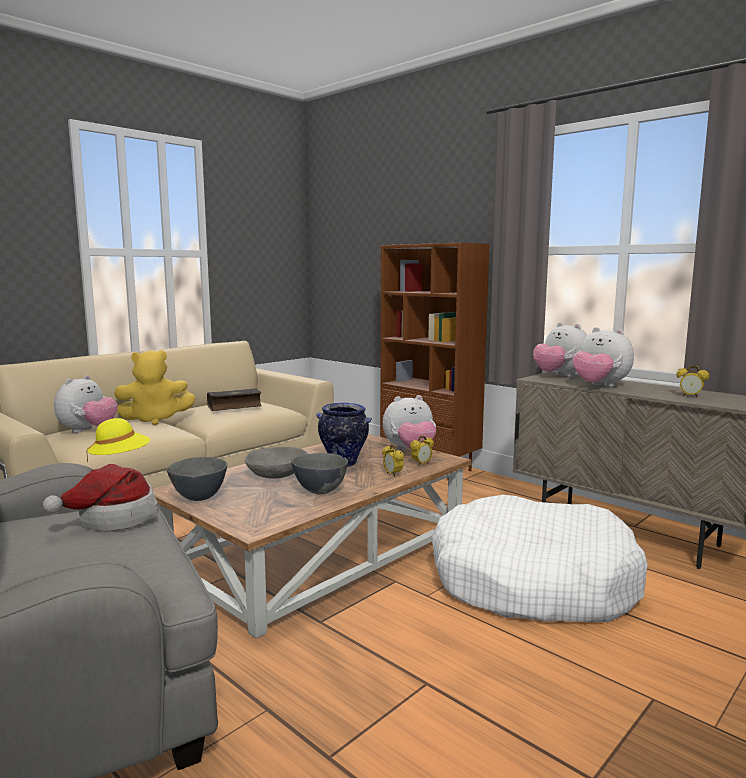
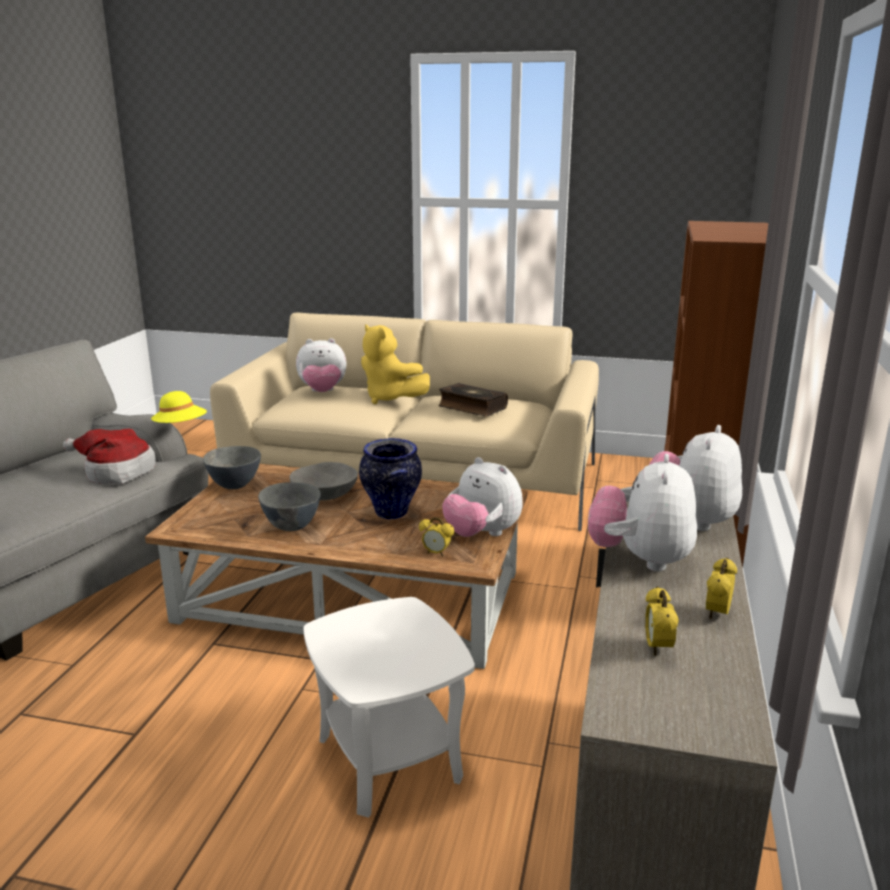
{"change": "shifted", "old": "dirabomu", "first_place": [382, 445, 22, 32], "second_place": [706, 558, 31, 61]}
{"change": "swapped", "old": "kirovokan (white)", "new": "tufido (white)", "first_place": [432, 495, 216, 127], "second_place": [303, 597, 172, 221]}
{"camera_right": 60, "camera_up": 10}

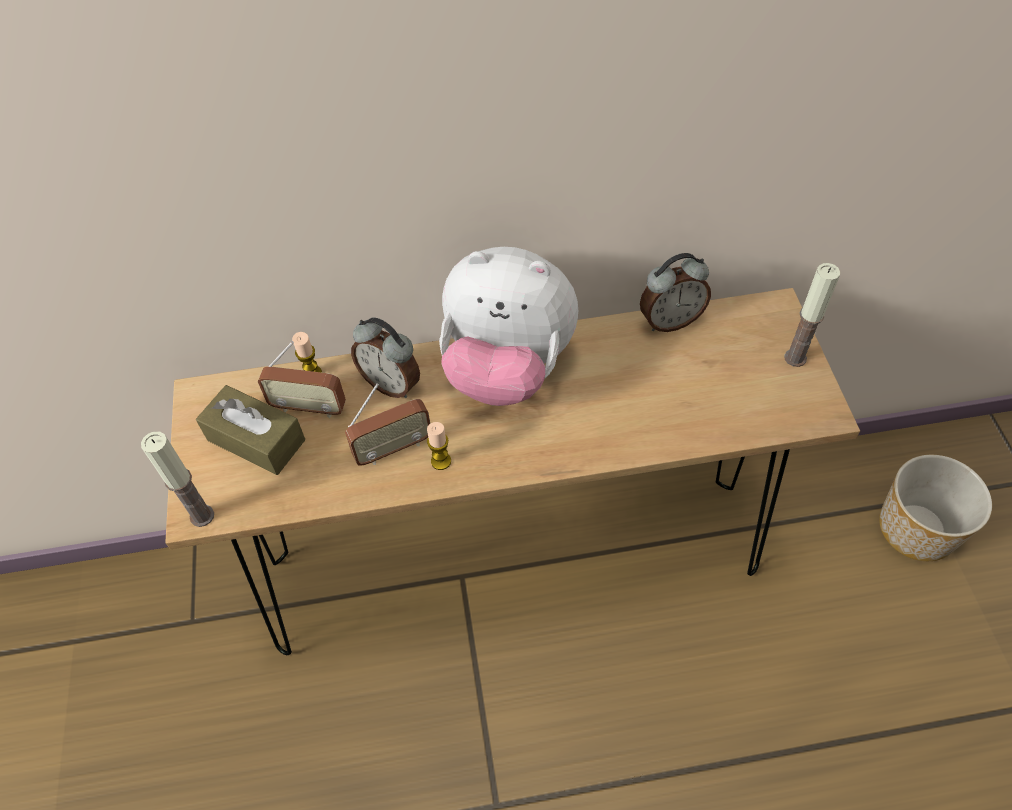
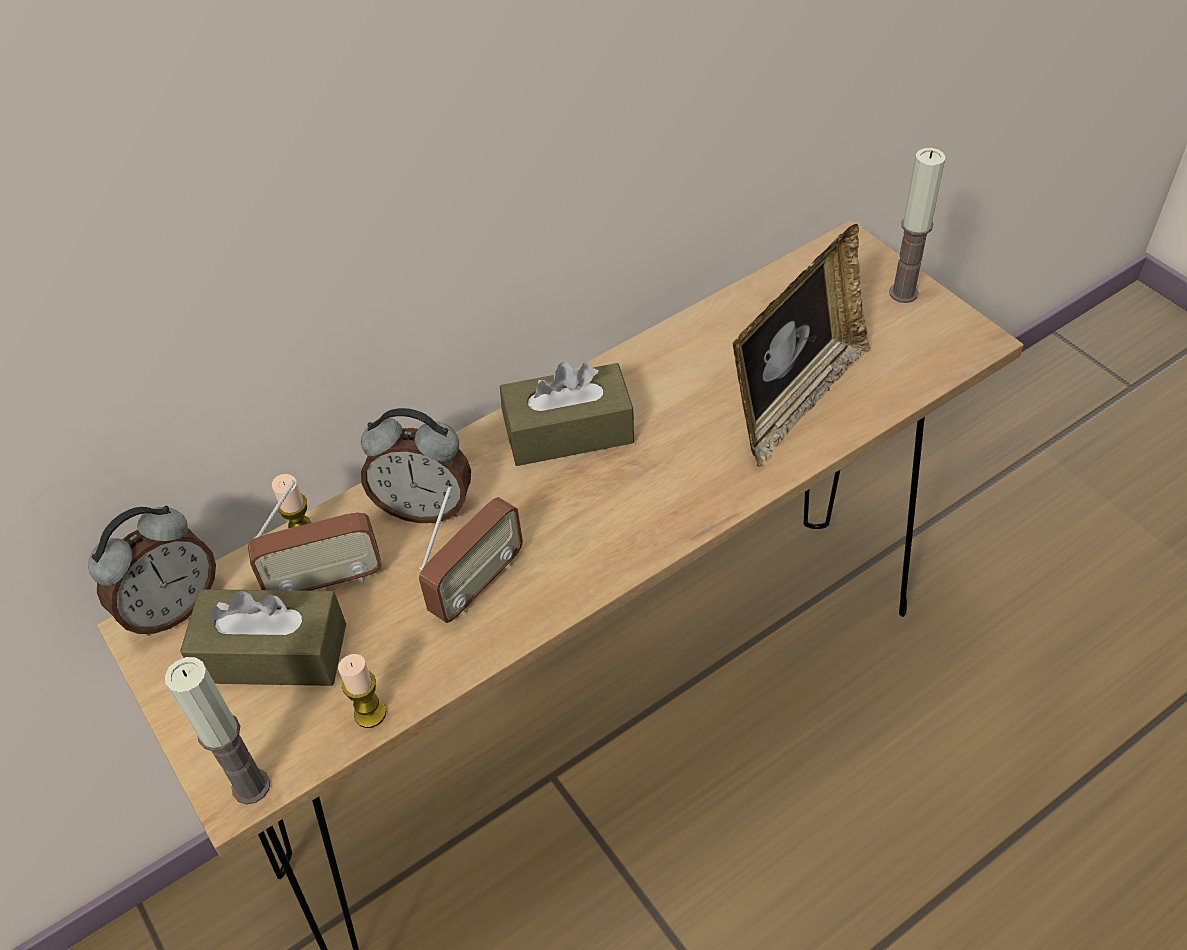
{"change": "swapped", "old": "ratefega", "new": "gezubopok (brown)", "first_place": [439, 247, 139, 159], "second_place": [500, 362, 134, 104]}
{"change": "shifted", "old": "dirabomu", "first_place": [640, 253, 71, 79], "second_place": [88, 506, 128, 129]}
{"change": "shifted", "old": "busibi", "first_place": [427, 422, 24, 48], "second_place": [338, 654, 48, 74]}
{"change": "gone", "old": "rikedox", "first_place": [879, 455, 113, 106]}
{"change": "new", "new": "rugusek", "second_place": [732, 224, 139, 243]}
{"camera_right": -25, "camera_up": -5}

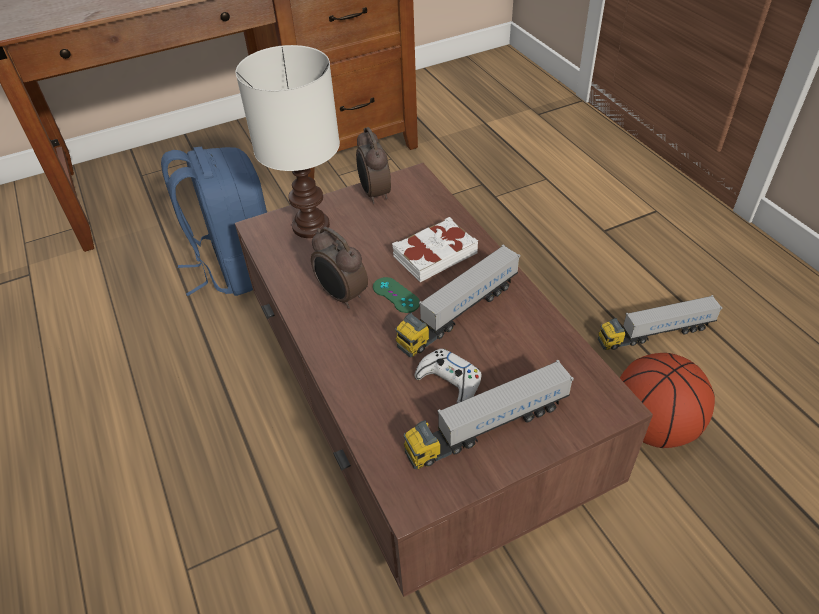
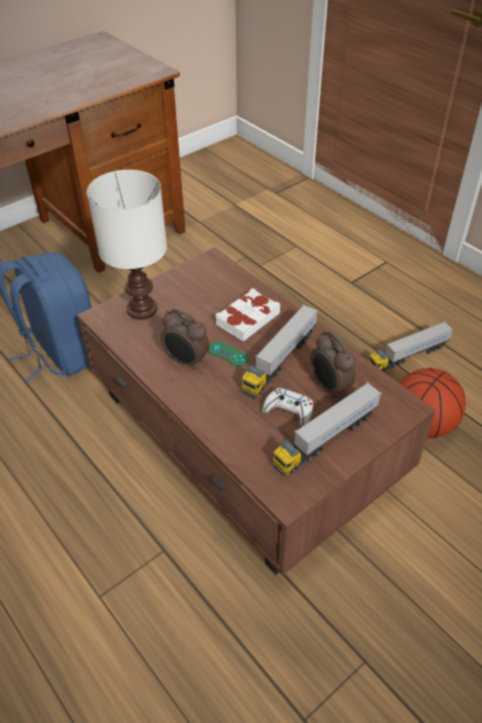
{"change": "shifted", "old": "dirabomu", "first_place": [356, 127, 35, 77], "second_place": [311, 331, 45, 67]}
{"camera_right": -15, "camera_up": 0}

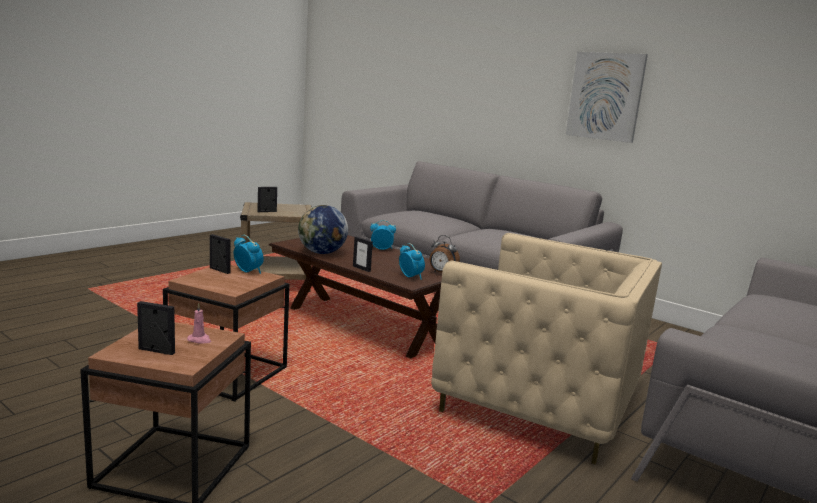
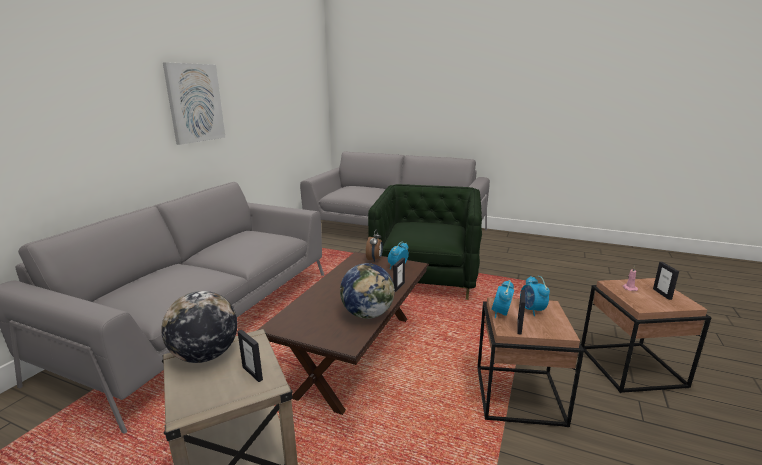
{"change": "shifted", "old": "dirabomu", "first_place": [370, 220, 26, 30], "second_place": [520, 276, 30, 40]}
{"change": "repainted", "old": "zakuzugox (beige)", "new": "zakuzugox (green)", "first_place": [431, 233, 231, 232], "second_place": [368, 184, 114, 116]}
{"change": "new", "new": "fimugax", "second_place": [161, 291, 77, 72]}
{"camera_right": -105, "camera_up": 5}

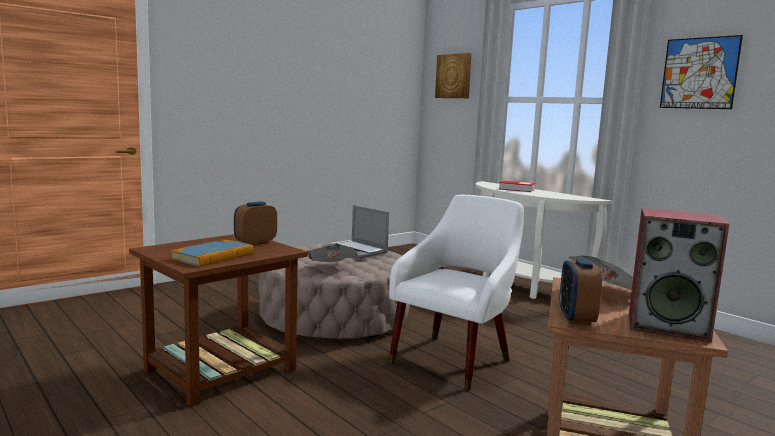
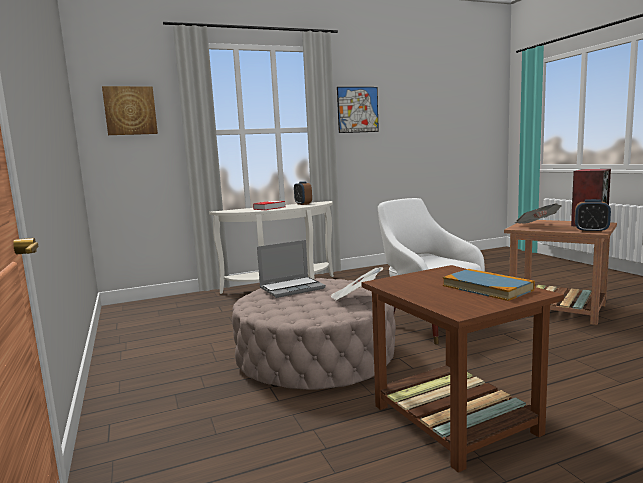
{"change": "shifted", "old": "dirabomu", "first_place": [234, 202, 43, 43], "second_place": [294, 181, 18, 24]}
{"camera_right": -70, "camera_up": 0}

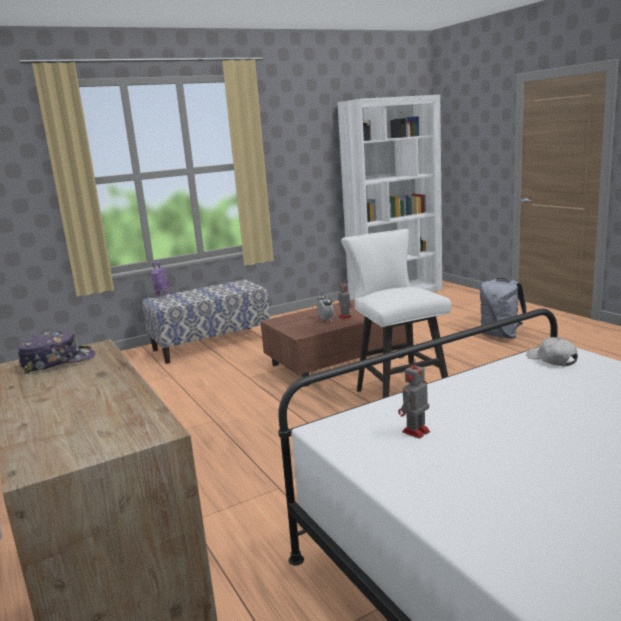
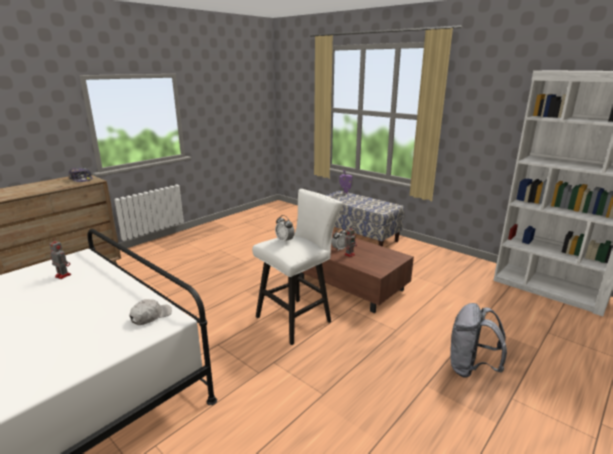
{"change": "new", "new": "dirabomu", "second_place": [275, 215, 20, 29]}
{"camera_right": 70, "camera_up": 5}

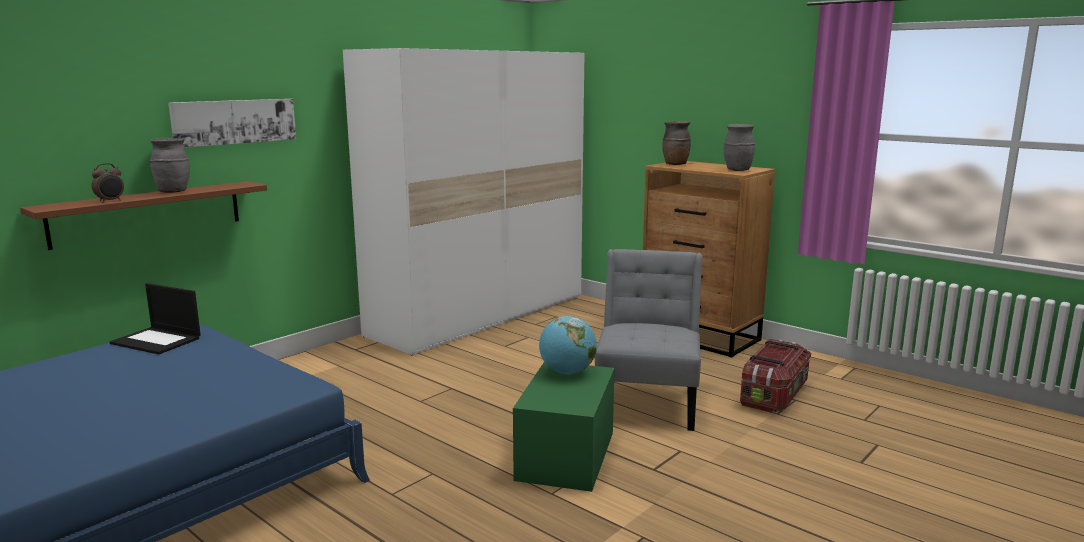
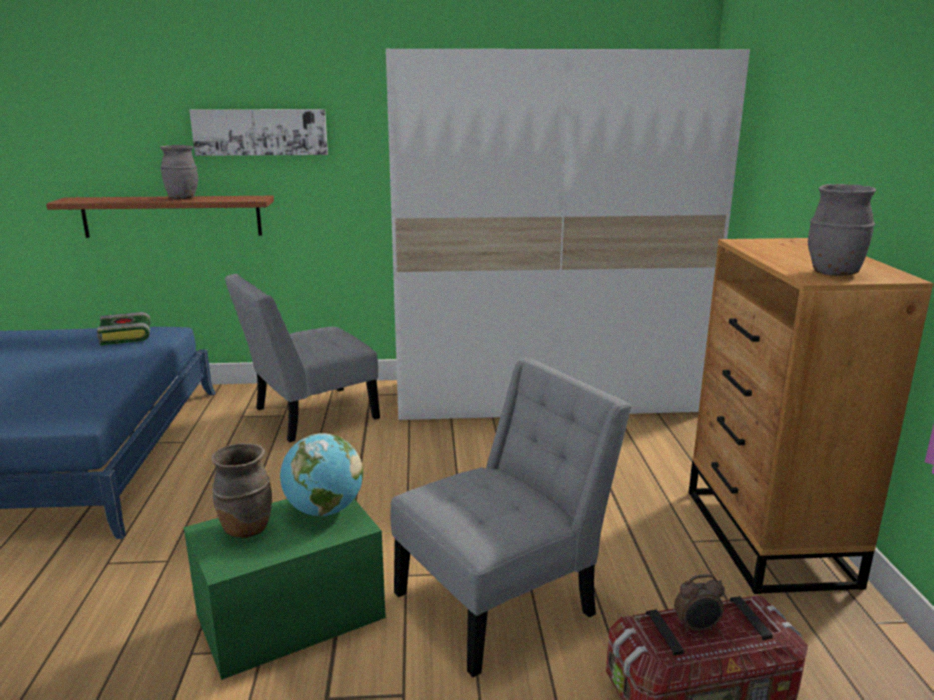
{"change": "shifted", "old": "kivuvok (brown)", "first_place": [662, 121, 29, 44], "second_place": [211, 443, 61, 95]}
{"change": "shifted", "old": "dirabomu", "first_place": [91, 163, 33, 40], "second_place": [674, 574, 51, 59]}
{"change": "swapped", "old": "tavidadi", "new": "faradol", "first_place": [110, 283, 91, 71], "second_place": [97, 312, 54, 33]}
{"change": "new", "new": "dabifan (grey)", "second_place": [224, 274, 156, 168]}
{"camera_right": 45, "camera_up": 5}

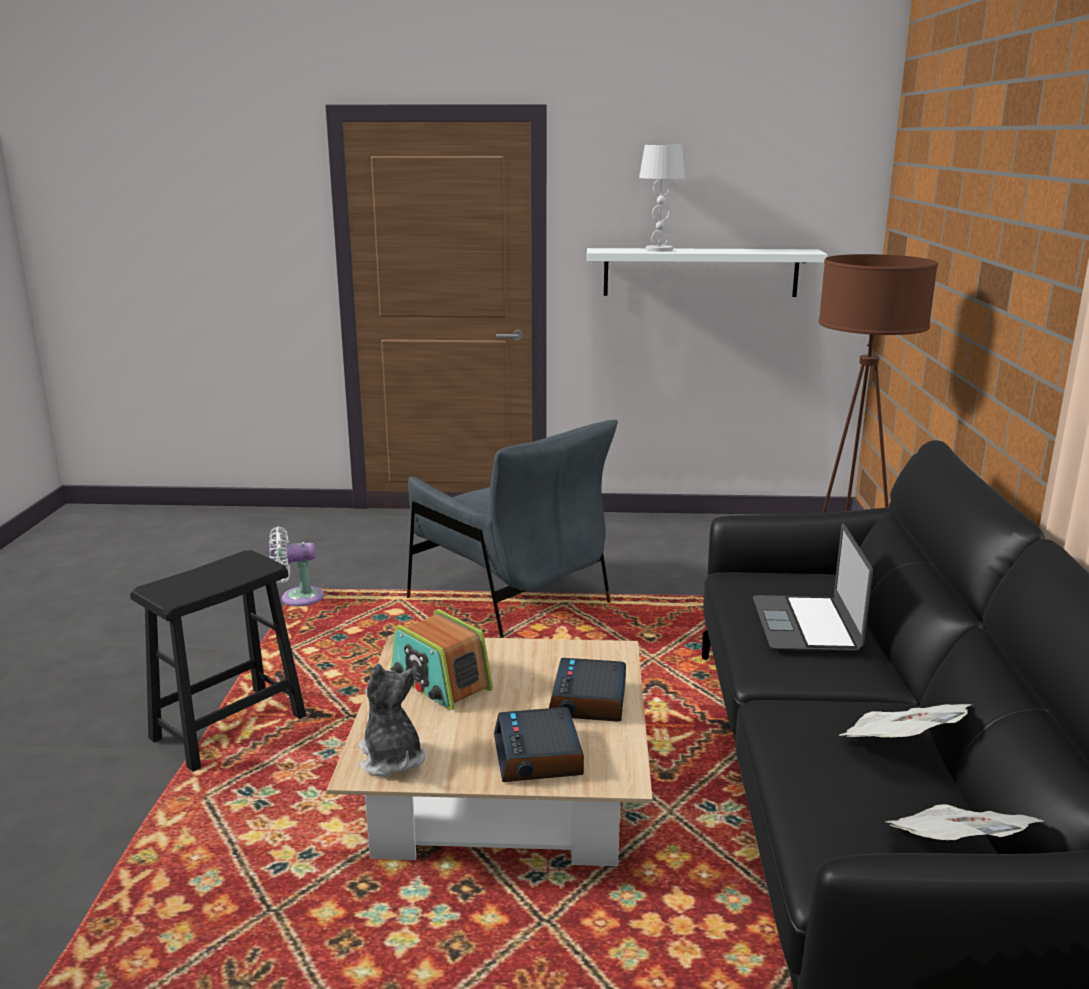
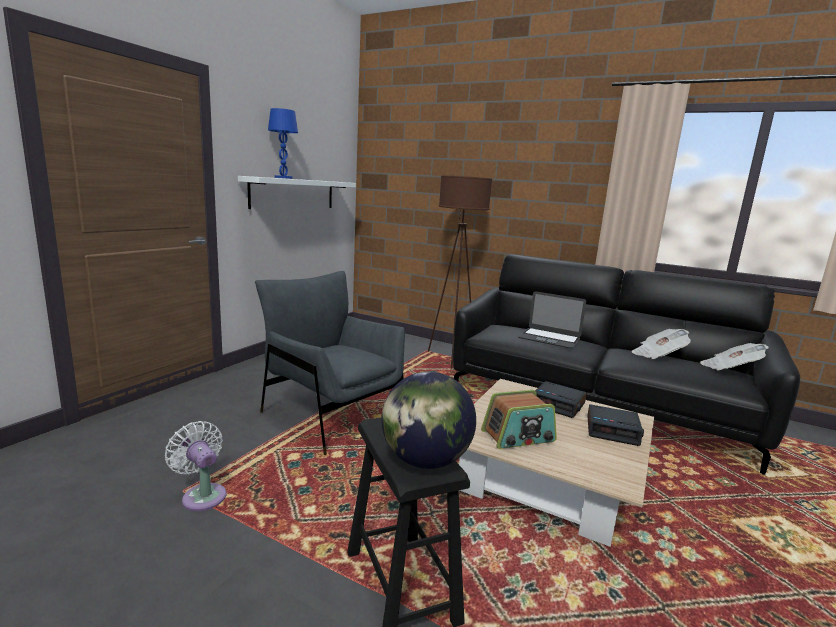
{"change": "repainted", "old": "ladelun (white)", "new": "ladelun (blue)", "first_place": [639, 144, 46, 108], "second_place": [268, 108, 30, 71]}
{"change": "rotated", "old": "zakuzugox (grey)", "first_place": [407, 420, 211, 218], "second_place": [255, 271, 150, 184], "degrees": -120}
{"change": "rotated", "old": "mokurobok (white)", "first_place": [269, 526, 55, 80], "second_place": [165, 421, 62, 90], "degrees": 120}
{"change": "gone", "old": "ratefega", "first_place": [359, 664, 66, 113]}
{"change": "new", "new": "fimugax", "second_place": [381, 372, 95, 97]}
{"camera_right": -65, "camera_up": -5}

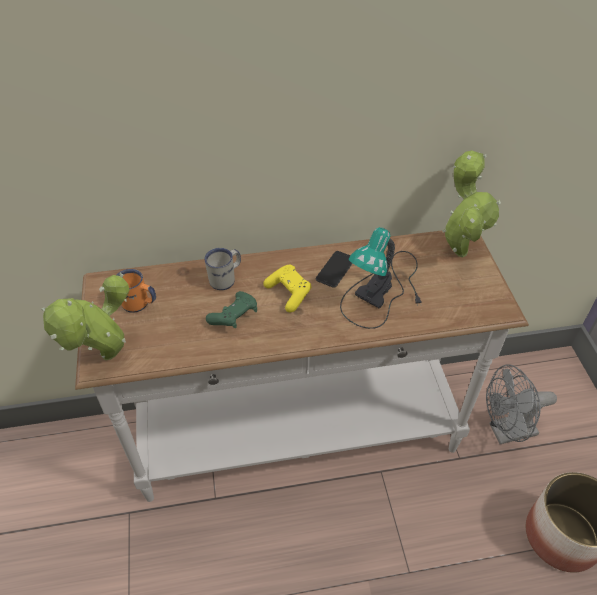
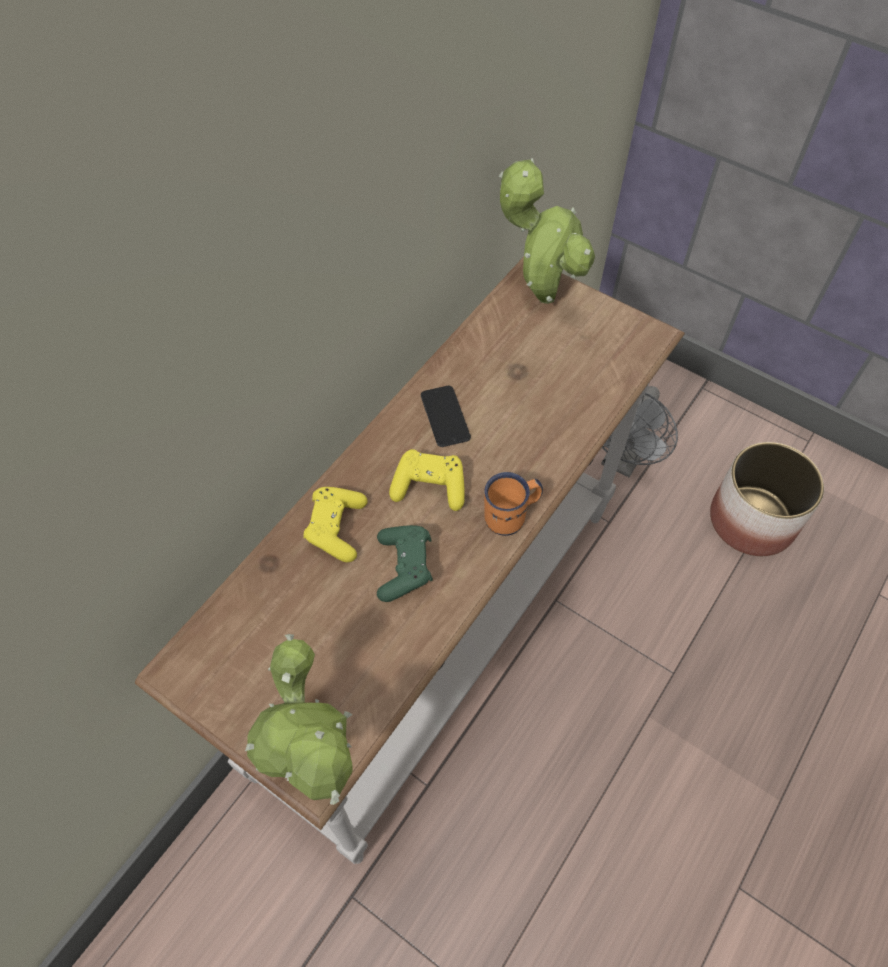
{"change": "gone", "old": "ladelun", "first_place": [340, 227, 82, 102]}
{"change": "swapped", "old": "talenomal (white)", "new": "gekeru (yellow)", "first_place": [204, 248, 37, 42], "second_place": [304, 487, 64, 75]}
{"change": "shifted", "old": "talenomal (orange)", "first_place": [116, 269, 40, 44], "second_place": [484, 472, 59, 64]}
{"camera_right": -45, "camera_up": 10}

